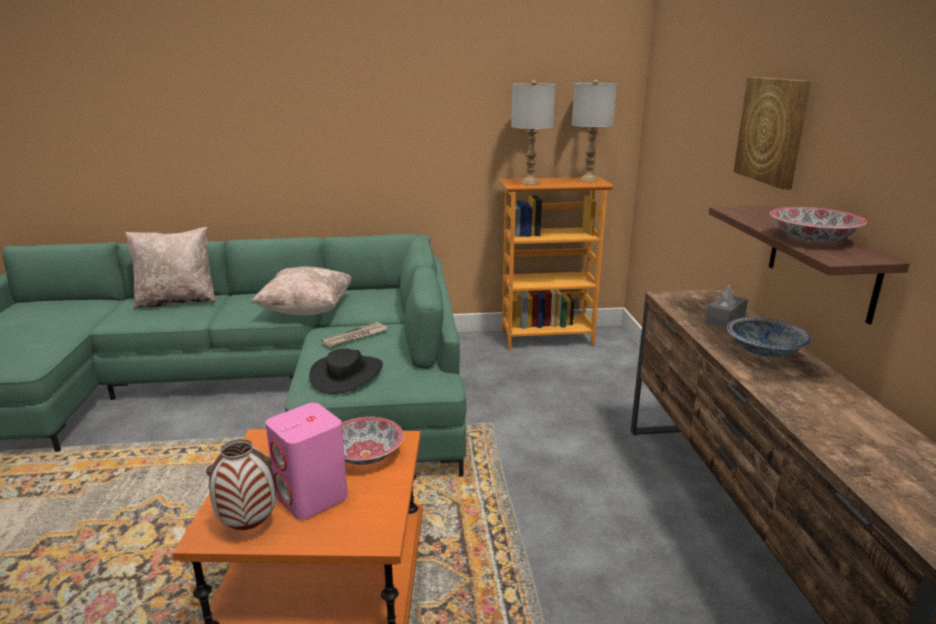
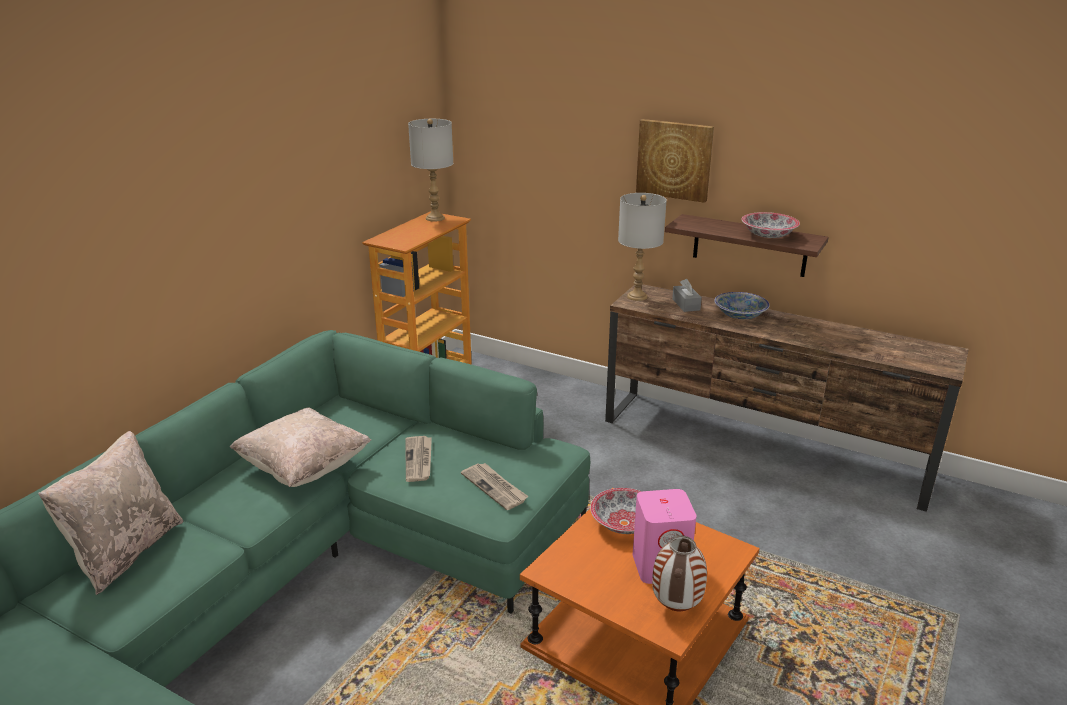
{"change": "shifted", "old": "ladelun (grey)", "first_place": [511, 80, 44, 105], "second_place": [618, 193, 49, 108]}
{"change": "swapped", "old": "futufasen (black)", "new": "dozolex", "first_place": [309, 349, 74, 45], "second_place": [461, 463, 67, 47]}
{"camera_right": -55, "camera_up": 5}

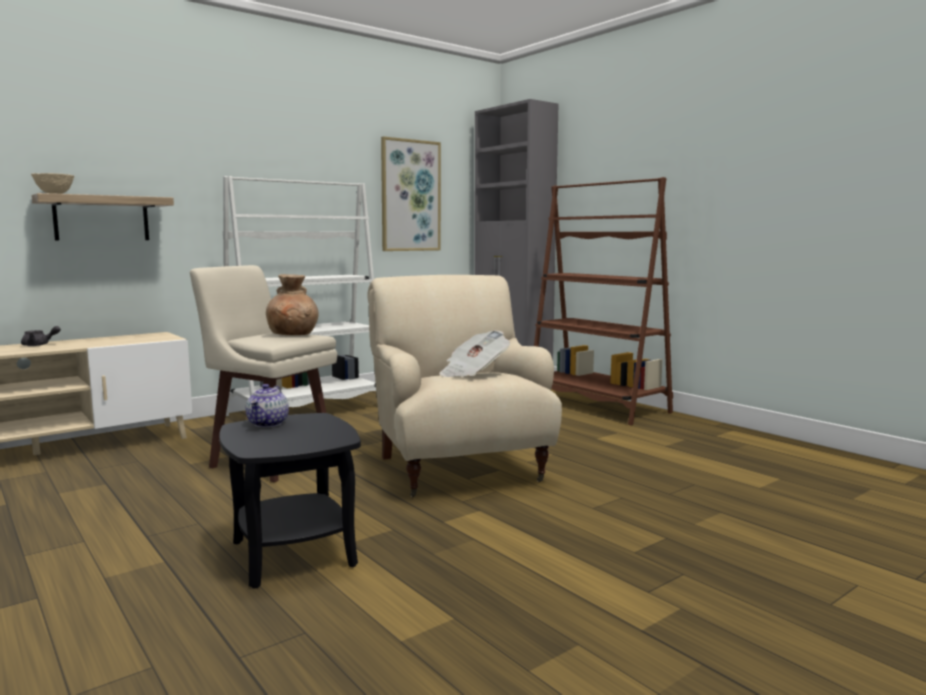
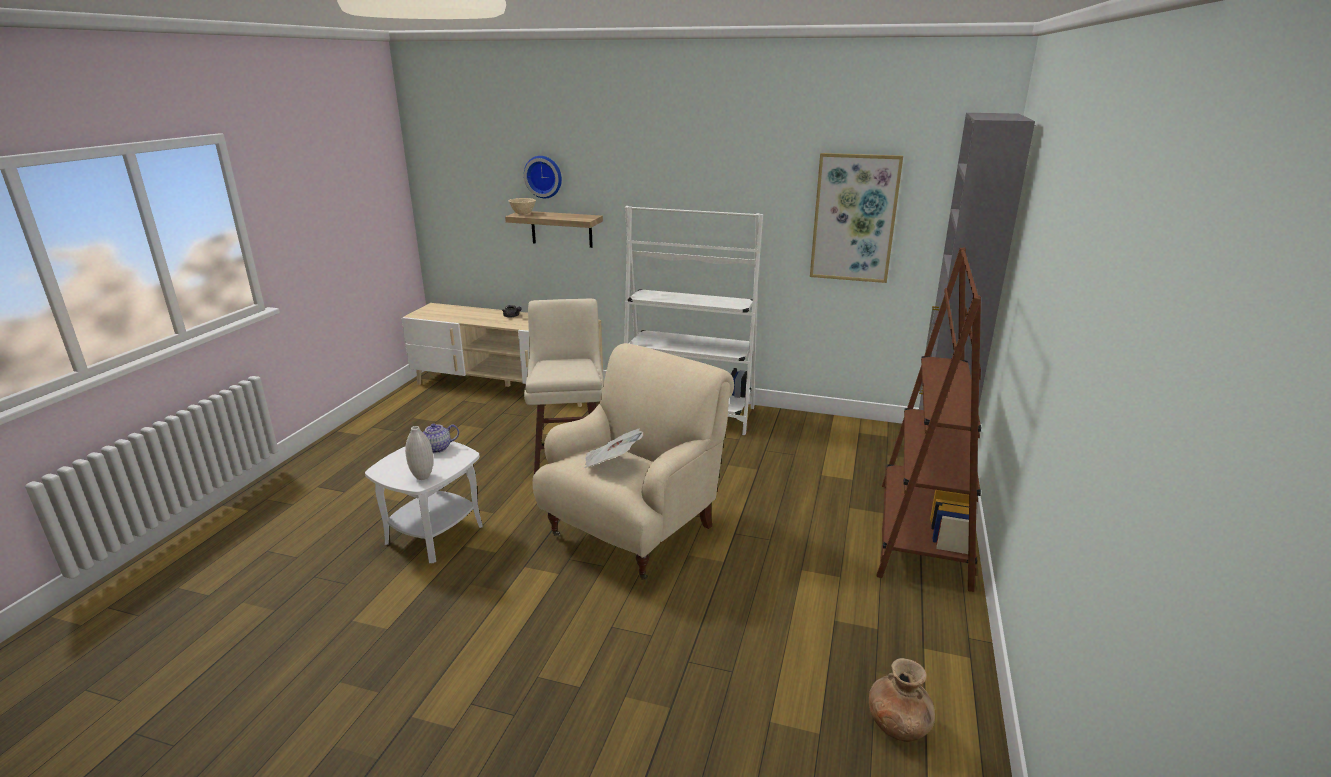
{"change": "shifted", "old": "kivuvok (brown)", "first_place": [266, 274, 53, 61], "second_place": [869, 658, 66, 84]}
{"change": "repainted", "old": "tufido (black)", "new": "tufido (white)", "first_place": [219, 413, 142, 176], "second_place": [365, 441, 118, 122]}
{"change": "new", "new": "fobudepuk", "second_place": [524, 156, 38, 42]}
{"change": "new", "new": "kivuvok (white)", "second_place": [405, 426, 28, 54]}
{"camera_right": 55, "camera_up": 15}

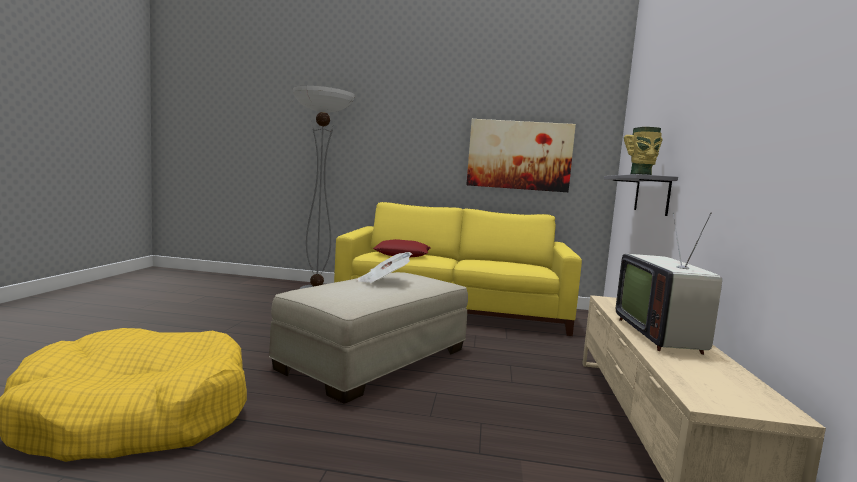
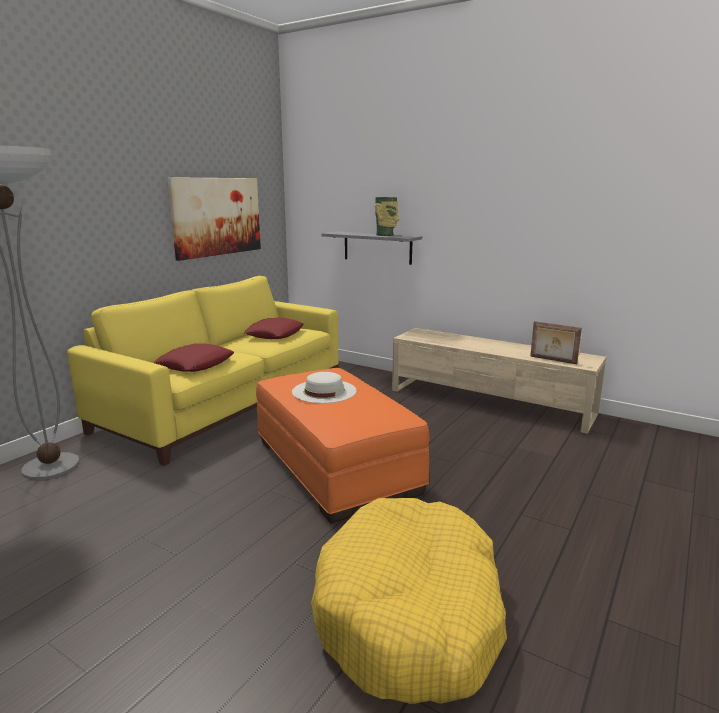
{"change": "gone", "old": "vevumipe", "first_place": [616, 212, 106, 143]}
{"change": "swapped", "old": "dozolex", "new": "futufasen (white)", "first_place": [357, 252, 55, 31], "second_place": [292, 372, 65, 31]}
{"change": "repainted", "old": "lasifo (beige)", "new": "lasifo (orange)", "first_place": [269, 272, 199, 132], "second_place": [256, 368, 174, 156]}
{"change": "new", "new": "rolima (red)", "second_place": [244, 318, 60, 21]}
{"change": "new", "new": "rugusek", "second_place": [530, 321, 52, 43]}
{"camera_right": -65, "camera_up": 10}

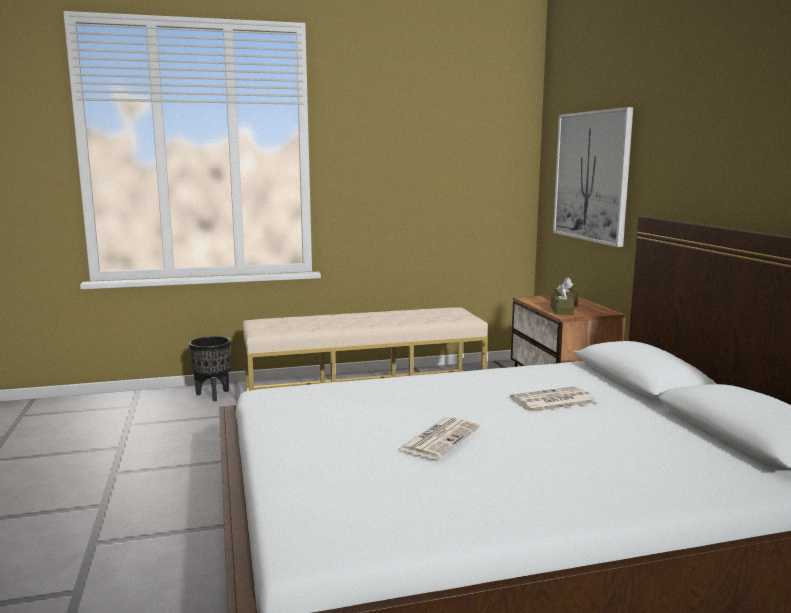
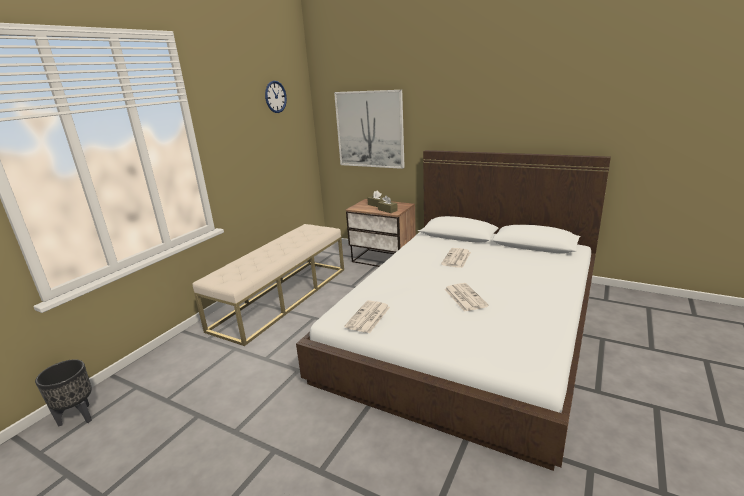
{"change": "shifted", "old": "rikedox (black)", "first_place": [189, 336, 42, 65], "second_place": [35, 359, 57, 68]}
{"change": "new", "new": "fobudepuk", "second_place": [265, 81, 22, 32]}
{"change": "new", "new": "dozolex", "second_place": [344, 300, 46, 33]}
{"camera_right": -45, "camera_up": 10}

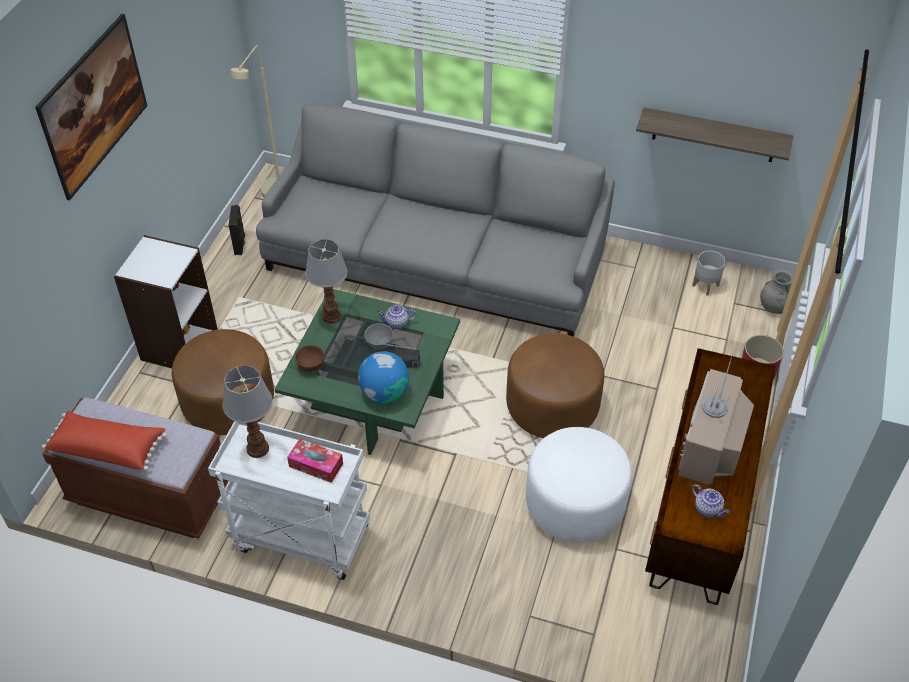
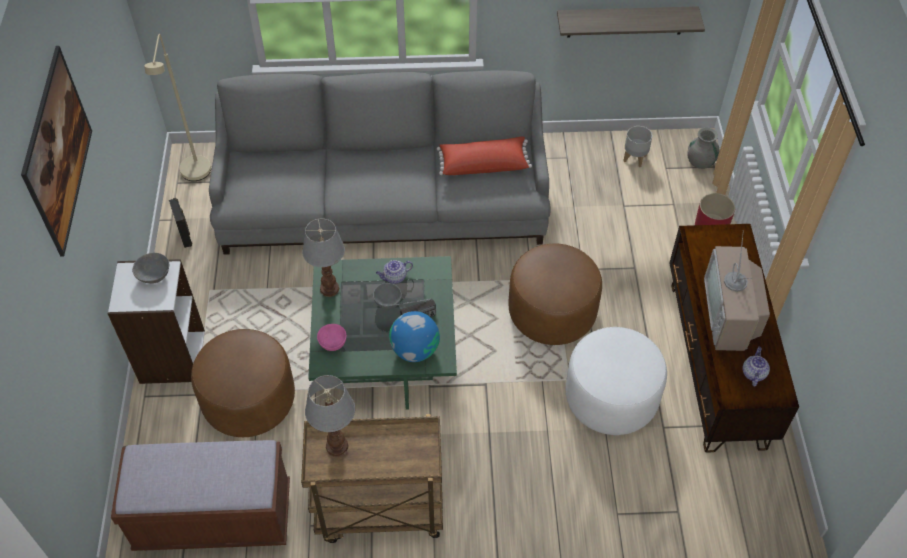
{"change": "repainted", "old": "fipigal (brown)", "new": "fipigal (pink)", "first_place": [295, 345, 29, 27], "second_place": [317, 324, 29, 27]}
{"change": "shifted", "old": "rolima (red)", "first_place": [42, 411, 125, 59], "second_place": [437, 137, 95, 38]}
{"change": "repainted", "old": "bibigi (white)", "new": "bibigi (brown)", "first_place": [208, 421, 162, 159], "second_place": [301, 414, 142, 129]}
{"change": "gone", "old": "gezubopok", "first_place": [287, 439, 56, 44]}
{"change": "rotated", "old": "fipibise", "first_place": [692, 484, 38, 34], "second_place": [743, 346, 27, 40], "degrees": -105}
{"change": "new", "new": "fipigal (grey)", "second_place": [132, 253, 37, 31]}
{"camera_right": -20, "camera_up": 5}

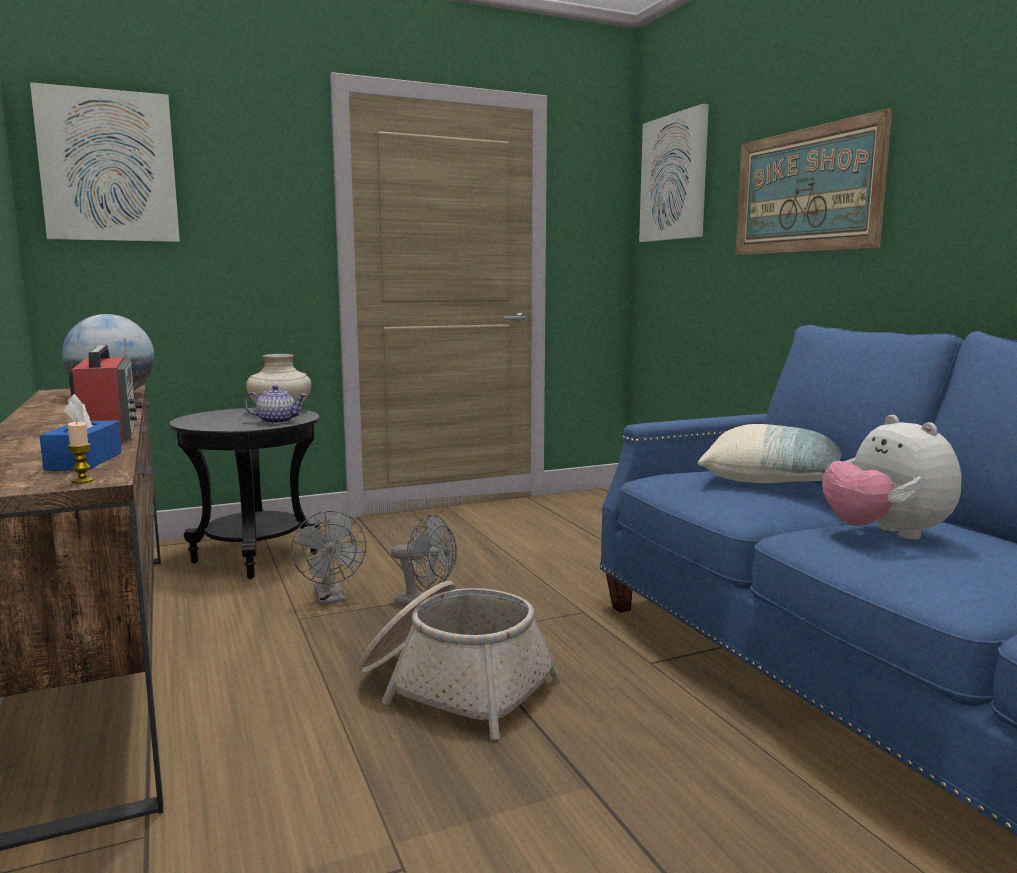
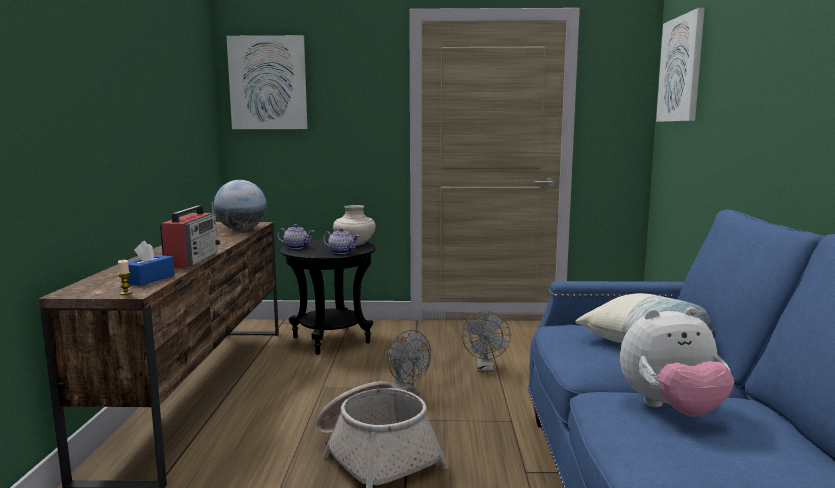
{"change": "gone", "old": "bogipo", "first_place": [735, 108, 157, 147]}
{"change": "rotated", "old": "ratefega", "first_place": [822, 415, 139, 125], "second_place": [620, 307, 114, 110], "degrees": -105}
{"change": "shifted", "old": "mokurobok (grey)", "first_place": [291, 511, 75, 94], "second_place": [462, 311, 49, 61]}
{"change": "new", "new": "fipibise", "second_place": [277, 224, 37, 25]}
{"camera_right": 25, "camera_up": 0}

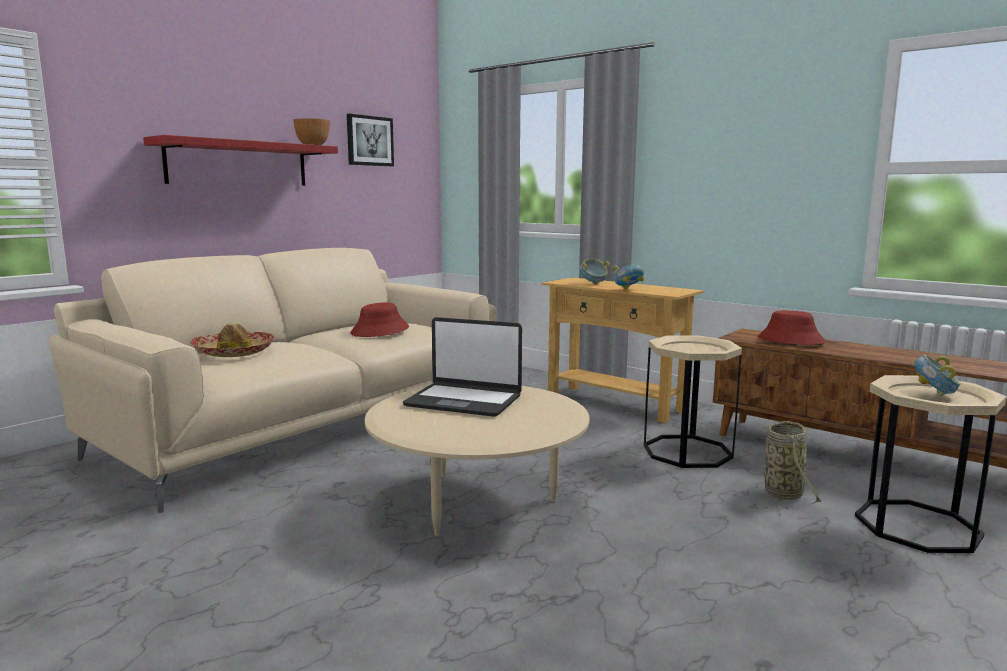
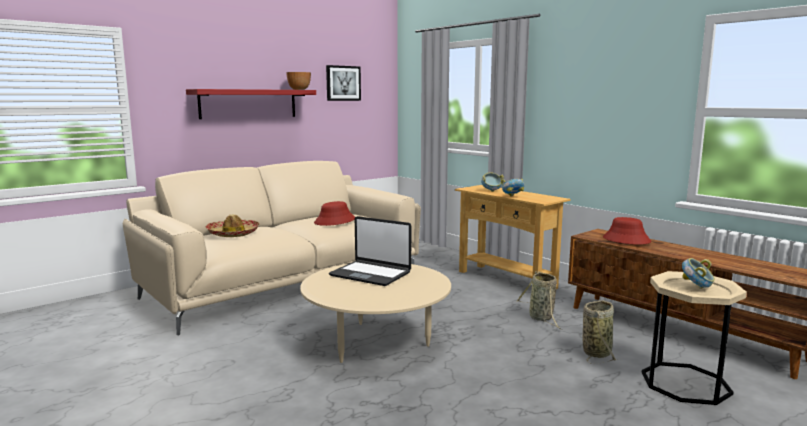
{"change": "swapped", "old": "tufido (beige)", "new": "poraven", "first_place": [644, 336, 98, 132], "second_place": [516, 271, 46, 59]}
{"camera_right": 10, "camera_up": 0}

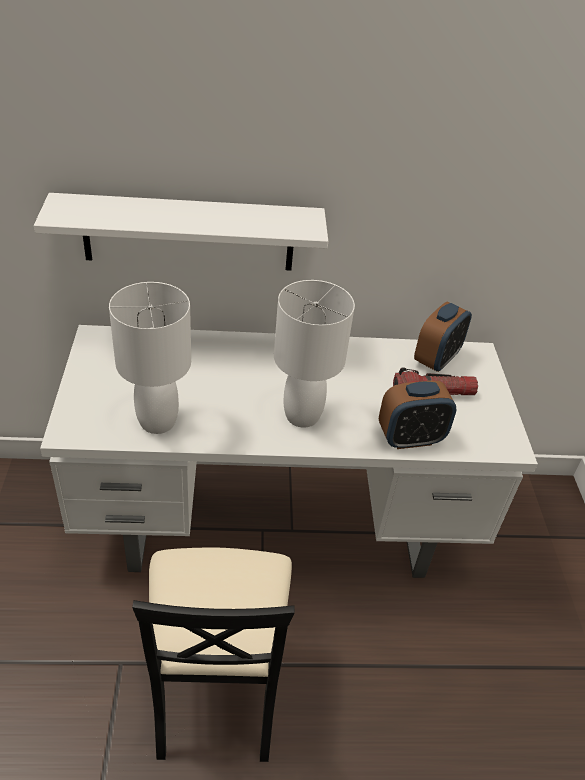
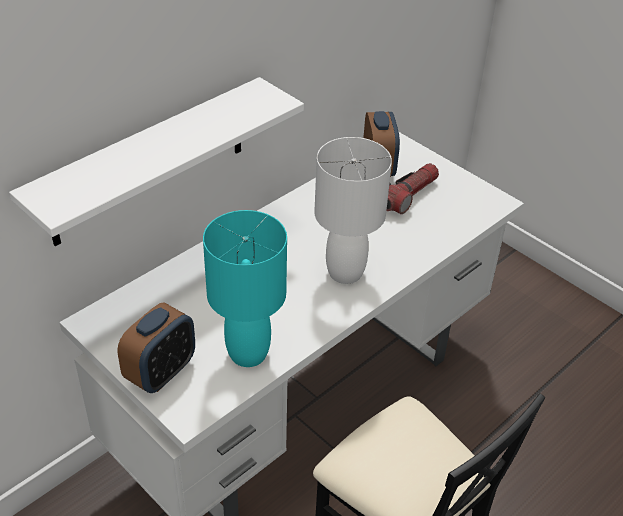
{"change": "repainted", "old": "ladelun (white)", "new": "ladelun (turquoise)", "first_place": [109, 282, 82, 152], "second_place": [203, 210, 84, 157]}
{"change": "shifted", "old": "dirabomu", "first_place": [379, 381, 78, 68], "second_place": [117, 302, 78, 91]}
{"camera_right": -40, "camera_up": 0}

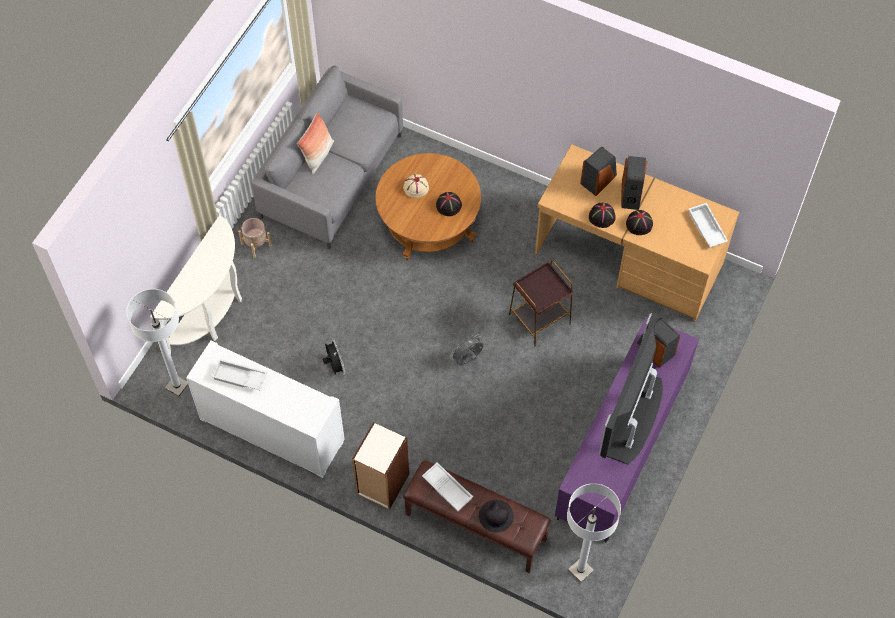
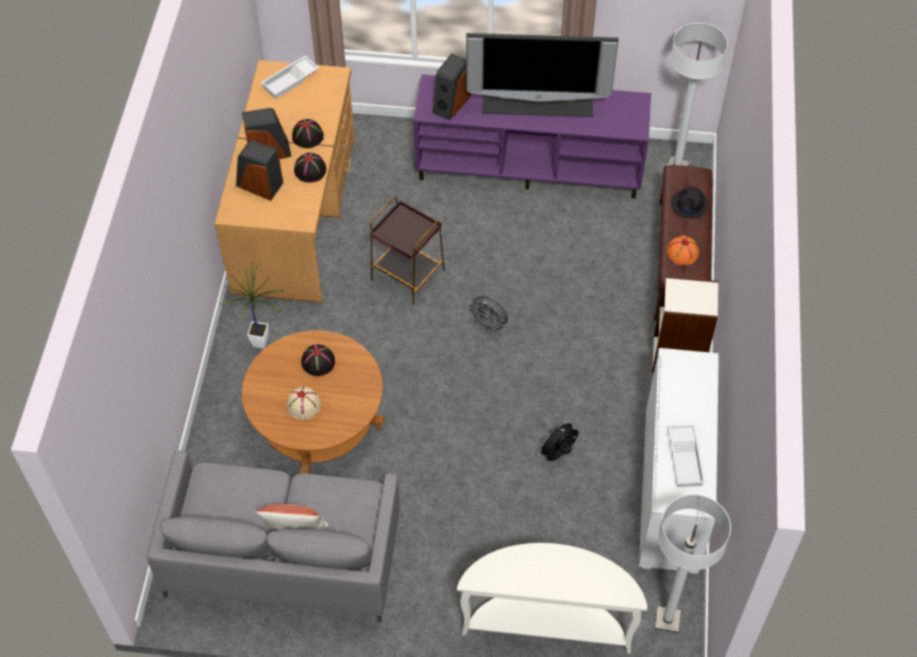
{"change": "gone", "old": "rikedox (beige)", "first_place": [238, 218, 34, 40]}
{"change": "swapped", "old": "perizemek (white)", "new": "futufasen (orange)", "first_place": [422, 463, 51, 48], "second_place": [667, 235, 32, 30]}
{"change": "new", "new": "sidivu", "second_place": [221, 262, 63, 87]}
{"camera_right": -110, "camera_up": -5}

